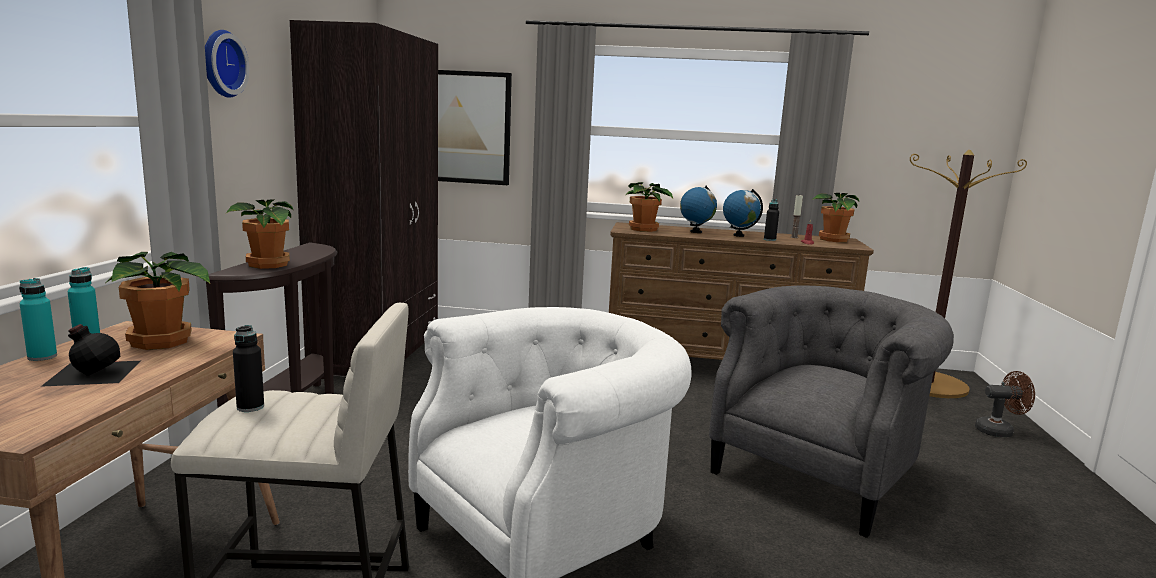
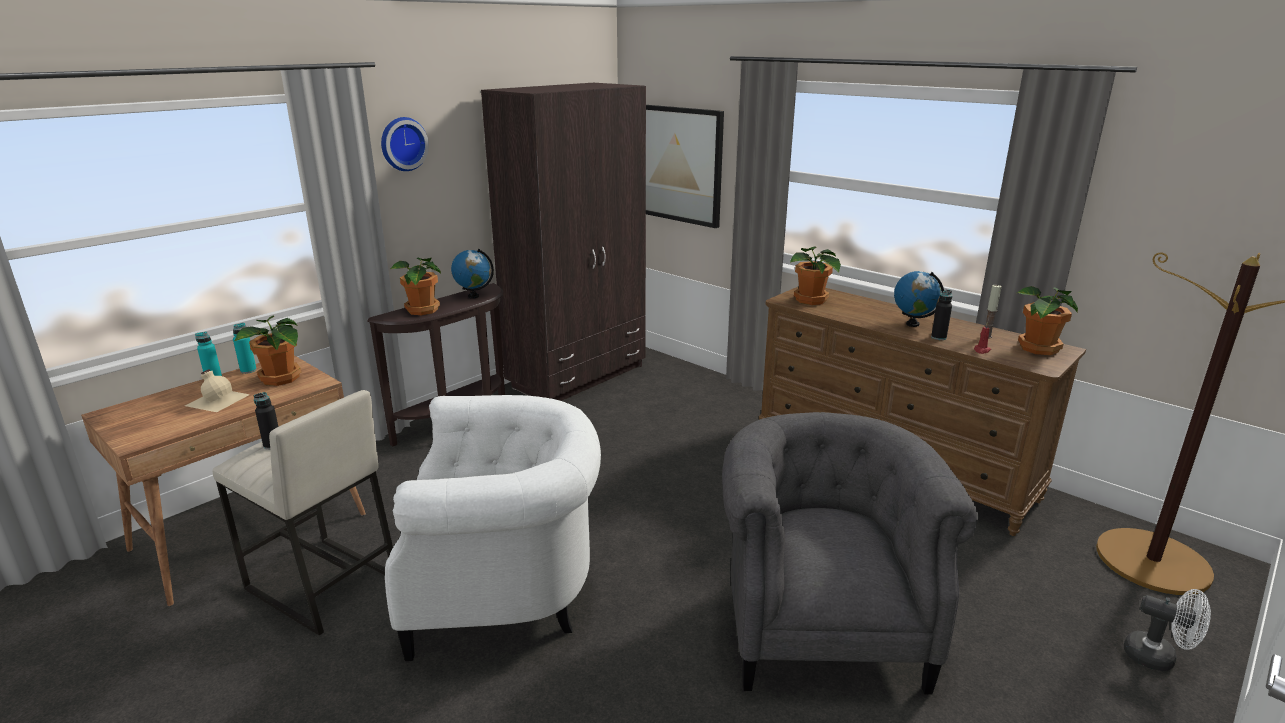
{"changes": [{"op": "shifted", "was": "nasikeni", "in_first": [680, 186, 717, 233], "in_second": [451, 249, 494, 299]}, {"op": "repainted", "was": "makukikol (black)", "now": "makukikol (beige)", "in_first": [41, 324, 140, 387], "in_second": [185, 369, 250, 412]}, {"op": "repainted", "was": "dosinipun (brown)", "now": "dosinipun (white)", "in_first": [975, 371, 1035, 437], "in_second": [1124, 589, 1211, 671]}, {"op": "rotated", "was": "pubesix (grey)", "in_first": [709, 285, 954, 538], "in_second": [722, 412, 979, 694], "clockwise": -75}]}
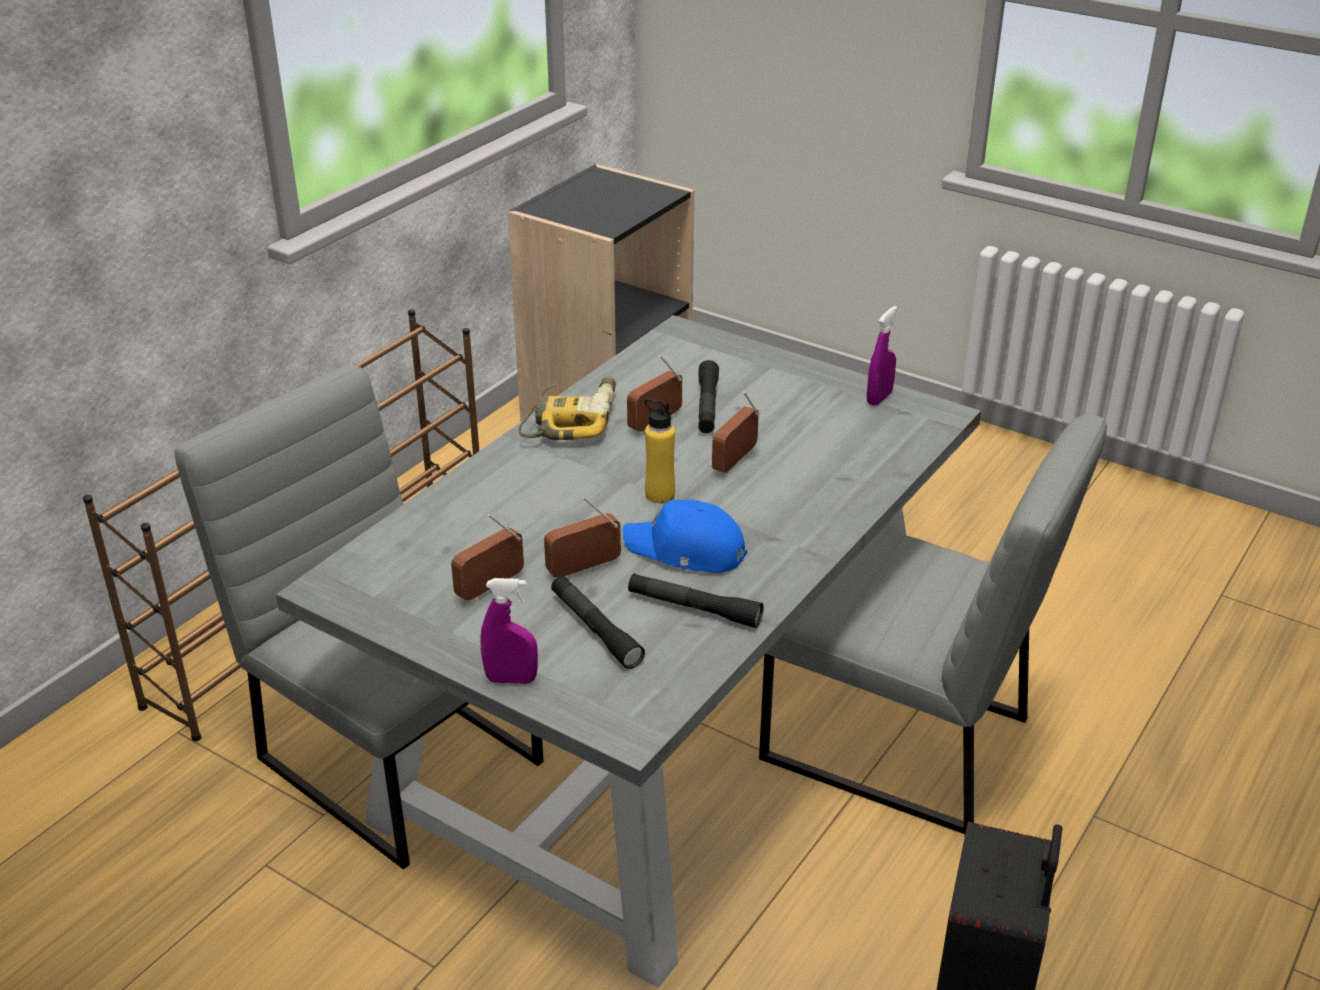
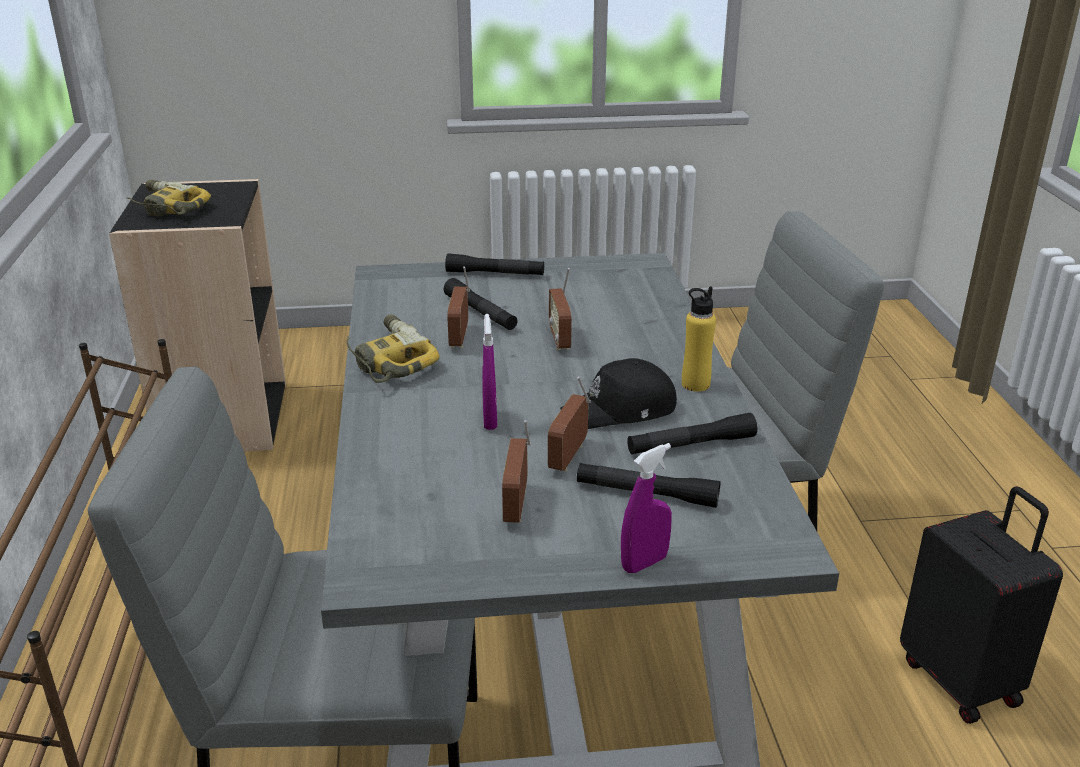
{"changes": [{"op": "new", "now": "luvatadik", "in_second": [127, 180, 211, 217]}, {"op": "new", "now": "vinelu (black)", "in_second": [445, 253, 544, 275]}, {"op": "shifted", "was": "makukikol (yellow)", "in_first": [645, 398, 675, 503], "in_second": [682, 286, 716, 392]}, {"op": "shifted", "was": "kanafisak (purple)", "in_first": [867, 306, 897, 406], "in_second": [482, 314, 497, 430]}, {"op": "repainted", "was": "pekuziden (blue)", "now": "pekuziden (black)", "in_first": [623, 500, 747, 573], "in_second": [560, 358, 677, 429]}]}
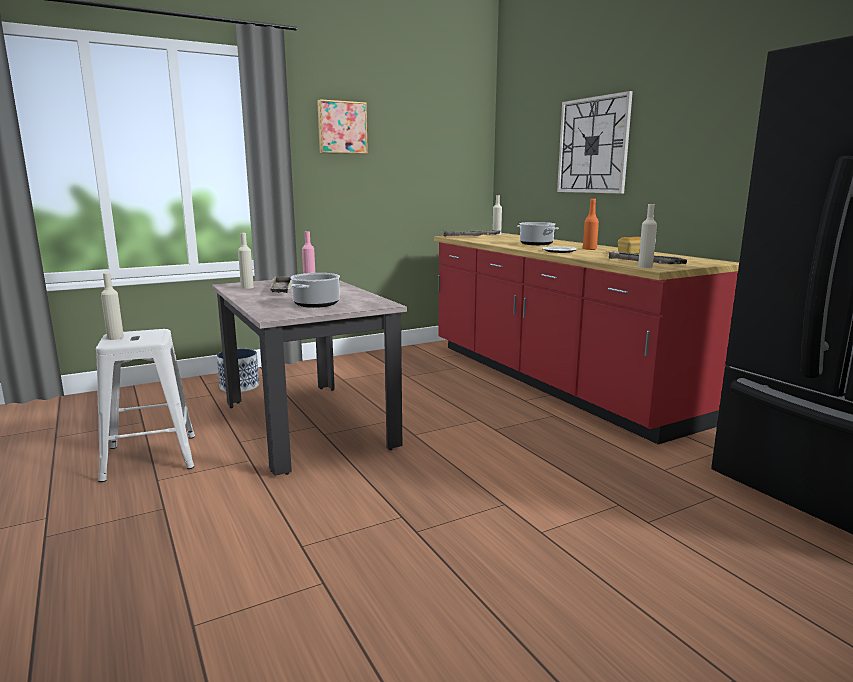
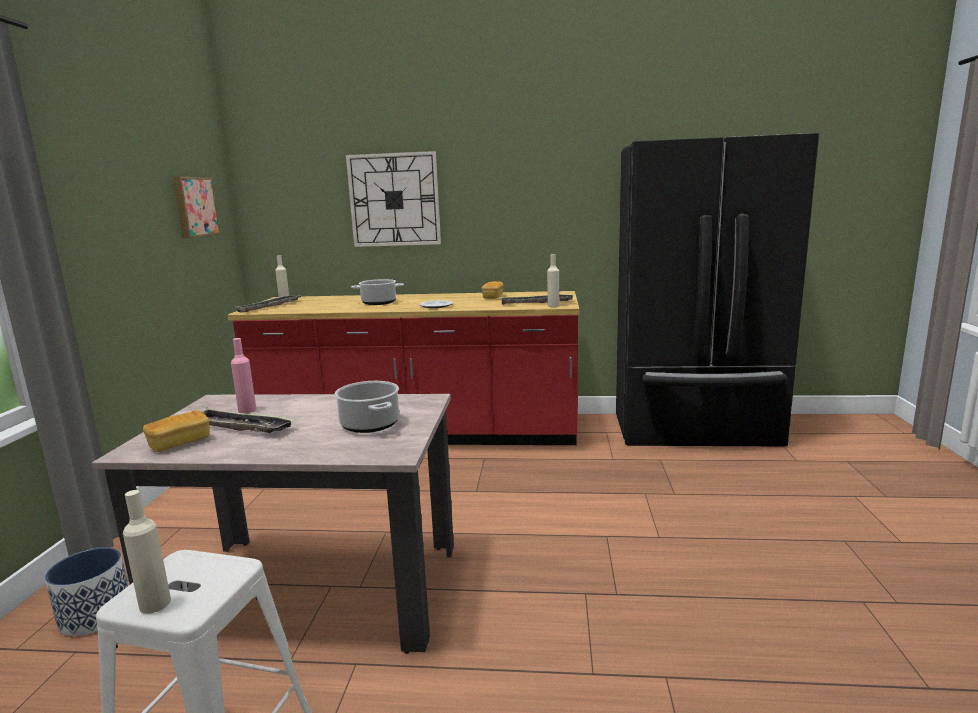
{"changes": [{"op": "gone", "was": "makukikol (orange)", "in_first": [583, 199, 599, 250]}, {"op": "shifted", "was": "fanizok", "in_first": [317, 99, 368, 154], "in_second": [173, 177, 221, 238]}, {"op": "swapped", "was": "makukikol (beige)", "now": "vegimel", "in_first": [238, 233, 254, 289], "in_second": [143, 410, 210, 452]}]}
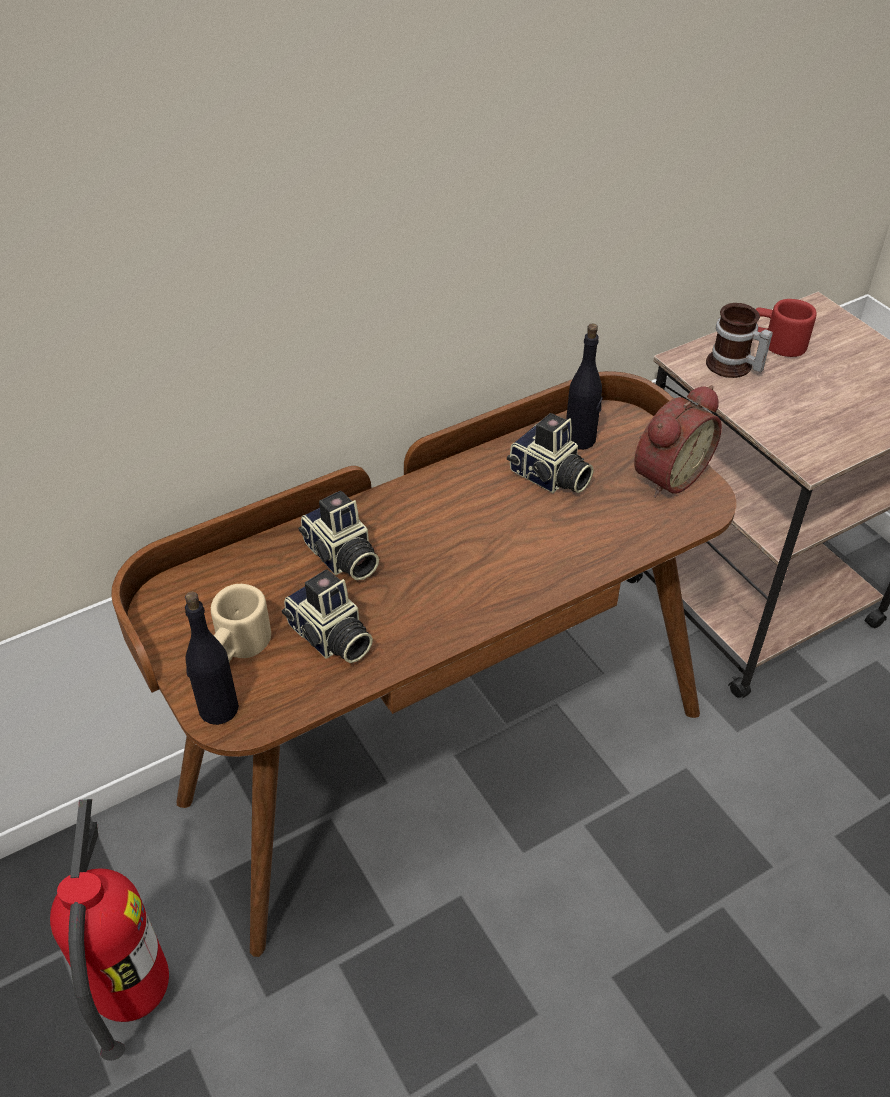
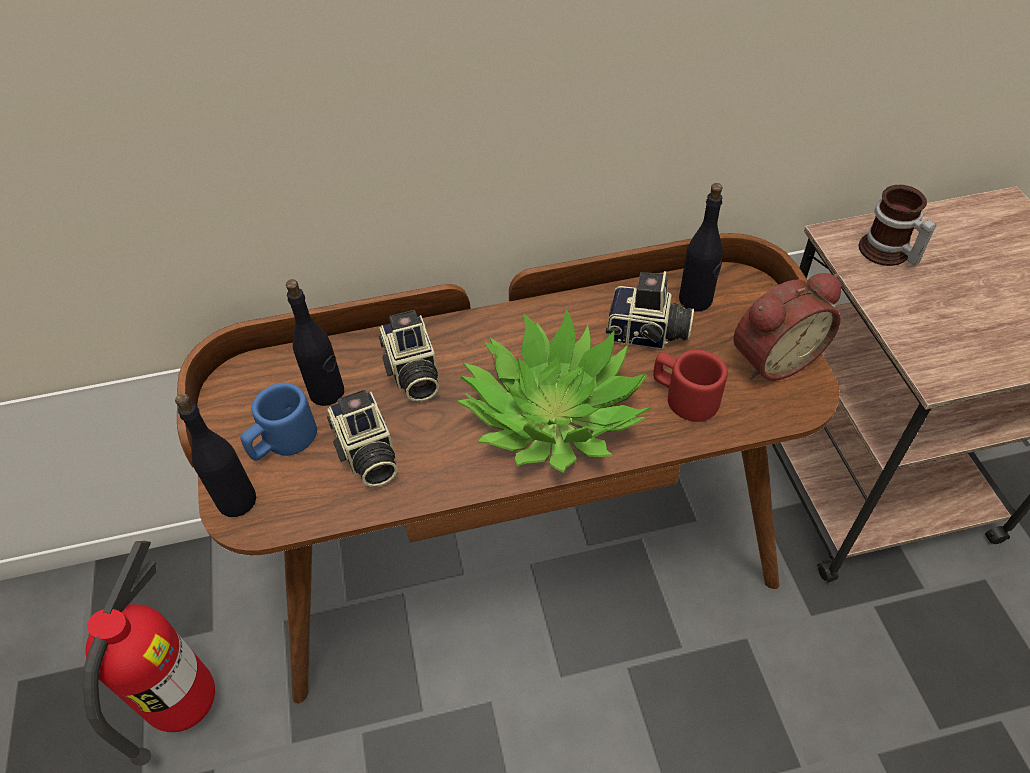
{"changes": [{"op": "new", "now": "makukikol (black)", "in_second": [286, 279, 344, 406]}, {"op": "new", "now": "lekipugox", "in_second": [456, 309, 652, 473]}, {"op": "shifted", "was": "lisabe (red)", "in_first": [756, 299, 817, 357], "in_second": [654, 350, 728, 422]}, {"op": "repainted", "was": "lisabe (beige)", "now": "lisabe (blue)", "in_first": [211, 584, 271, 662], "in_second": [241, 383, 317, 461]}, {"op": "rotated", "was": "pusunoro", "in_first": [507, 413, 594, 493], "in_second": [606, 271, 694, 349], "clockwise": -45}]}
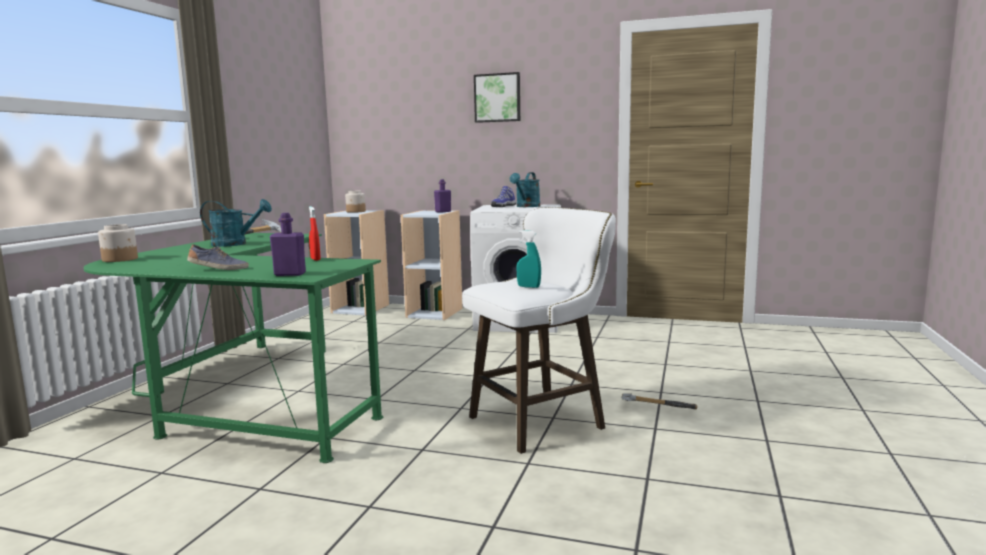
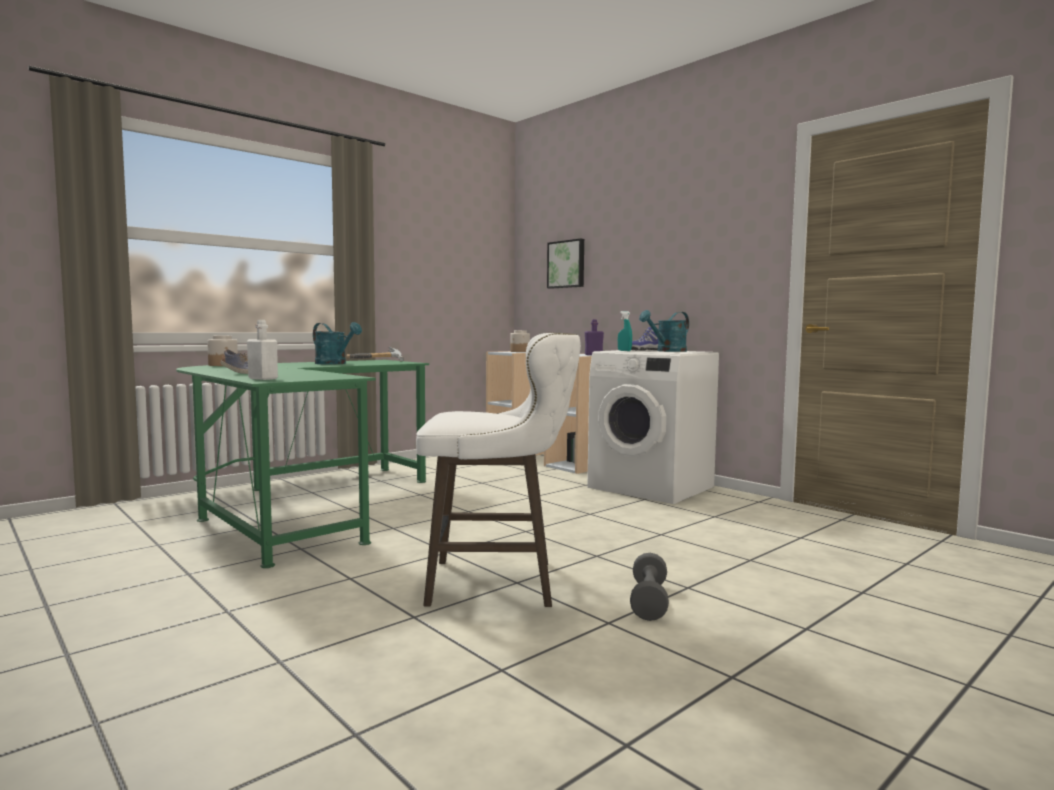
{"changes": [{"op": "gone", "was": "kanafisak (red)", "in_first": [309, 206, 321, 261]}, {"op": "shifted", "was": "fanizok", "in_first": [474, 72, 520, 123], "in_second": [547, 238, 584, 289]}, {"op": "shifted", "was": "kanafisak (turquoise)", "in_first": [516, 230, 541, 288], "in_second": [618, 311, 632, 351]}, {"op": "swapped", "was": "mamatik", "now": "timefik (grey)", "in_first": [622, 393, 697, 409], "in_second": [630, 553, 669, 621]}, {"op": "repainted", "was": "makukikol (purple)", "now": "makukikol (white)", "in_first": [270, 213, 306, 276], "in_second": [247, 320, 278, 380]}]}
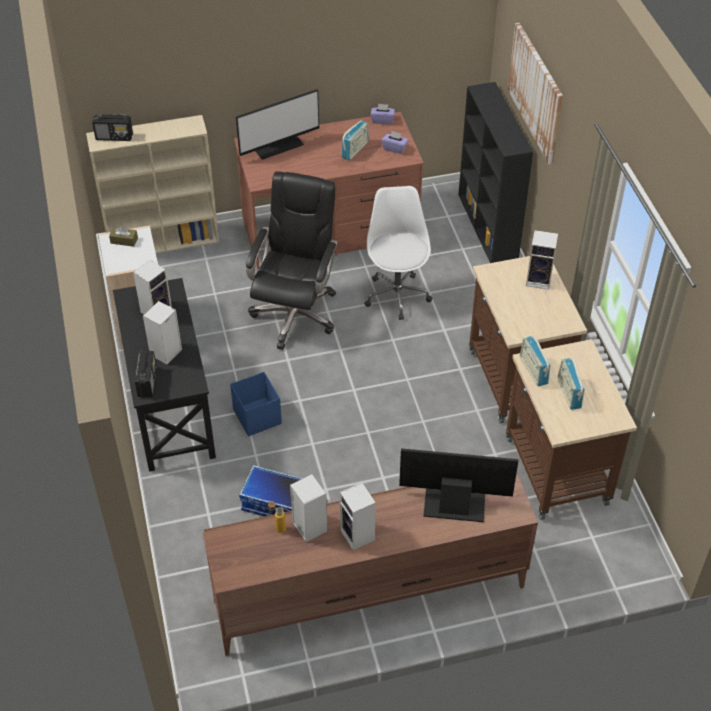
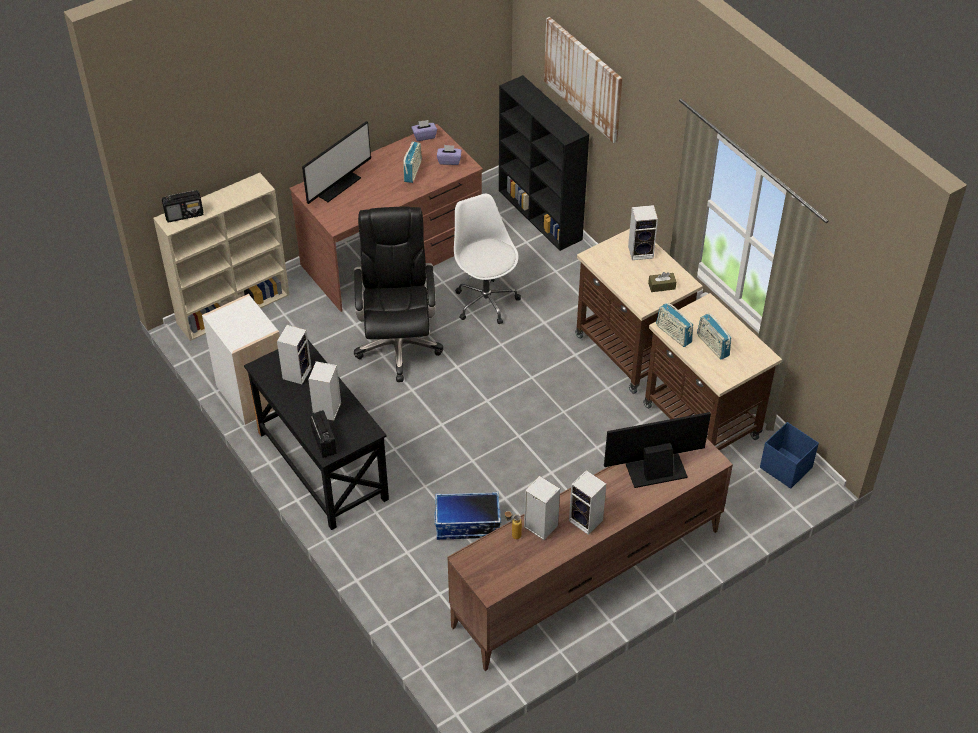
{"changes": [{"op": "shifted", "was": "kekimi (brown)", "in_first": [109, 226, 138, 247], "in_second": [648, 272, 676, 292]}, {"op": "shifted", "was": "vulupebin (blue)", "in_first": [230, 372, 282, 436], "in_second": [760, 422, 819, 489]}]}
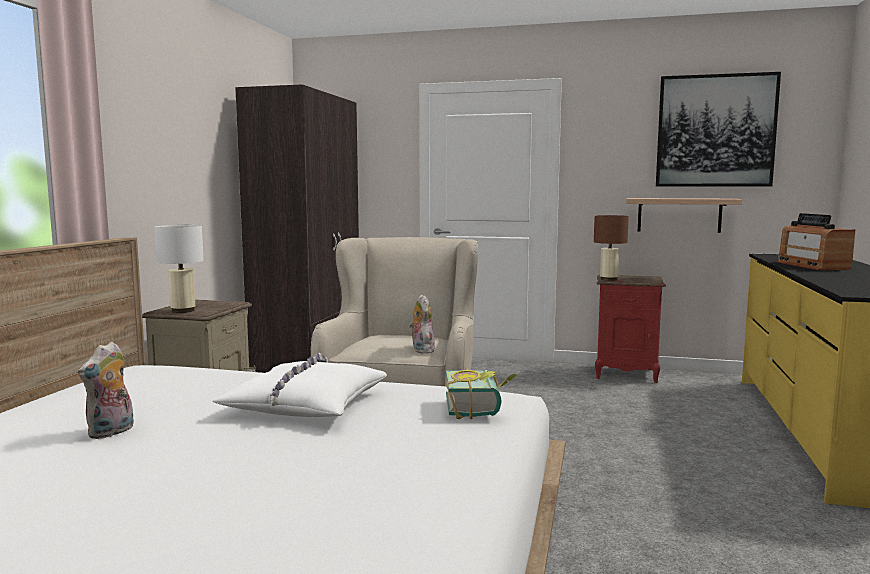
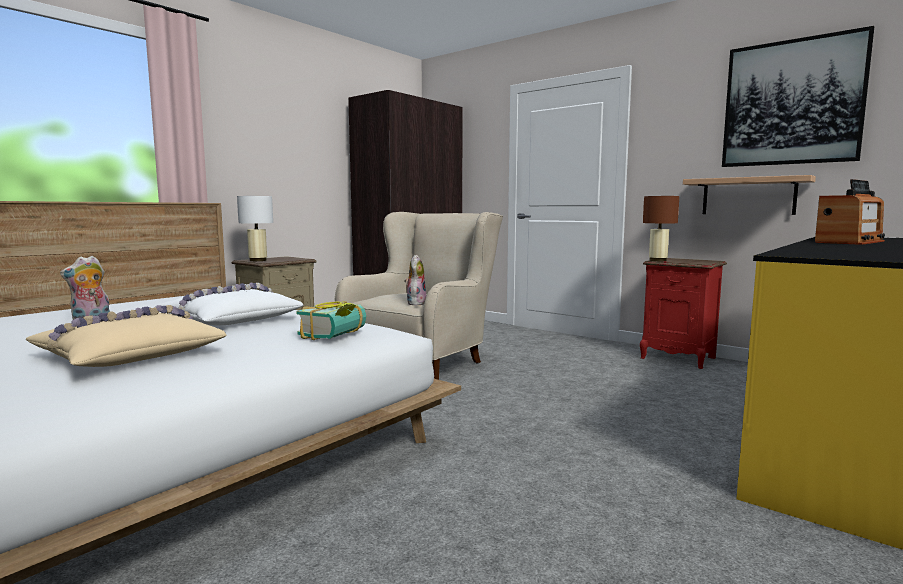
{"changes": [{"op": "new", "now": "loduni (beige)", "in_second": [26, 305, 227, 367]}, {"op": "rotated", "was": "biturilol", "in_first": [777, 213, 855, 270], "in_second": [815, 179, 885, 245], "clockwise": -150}]}
